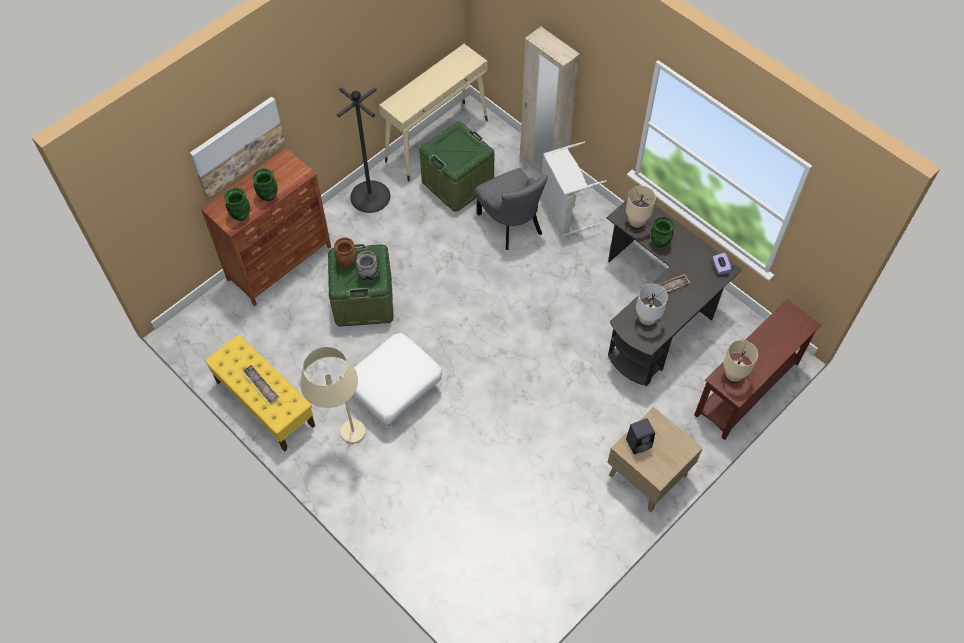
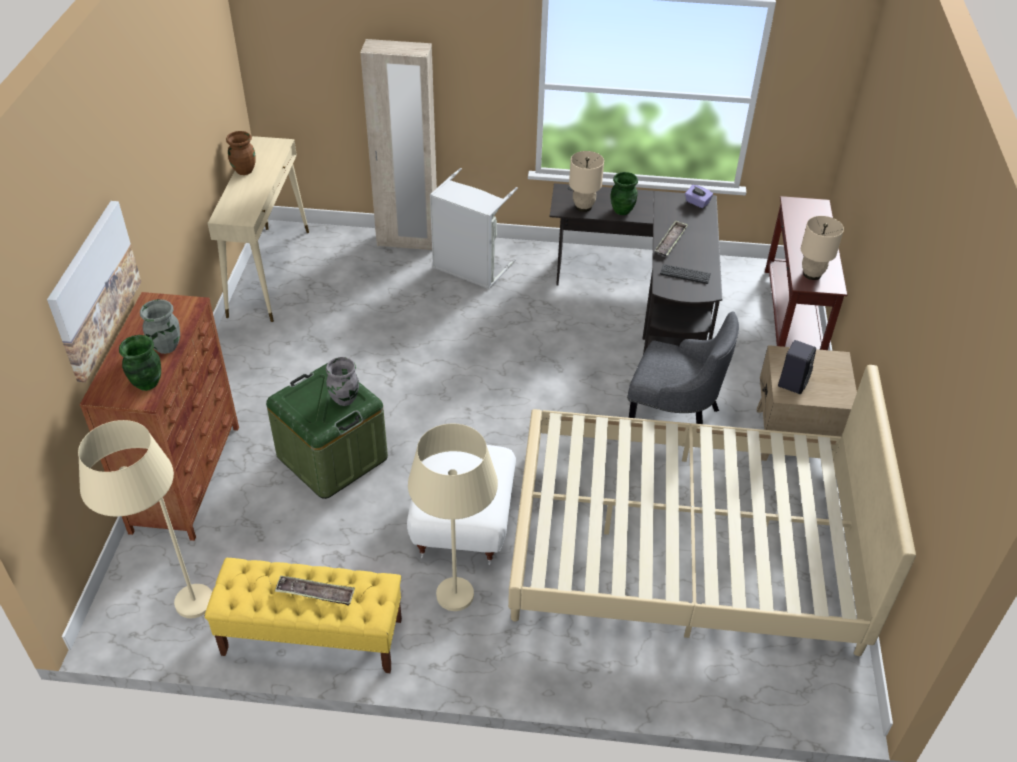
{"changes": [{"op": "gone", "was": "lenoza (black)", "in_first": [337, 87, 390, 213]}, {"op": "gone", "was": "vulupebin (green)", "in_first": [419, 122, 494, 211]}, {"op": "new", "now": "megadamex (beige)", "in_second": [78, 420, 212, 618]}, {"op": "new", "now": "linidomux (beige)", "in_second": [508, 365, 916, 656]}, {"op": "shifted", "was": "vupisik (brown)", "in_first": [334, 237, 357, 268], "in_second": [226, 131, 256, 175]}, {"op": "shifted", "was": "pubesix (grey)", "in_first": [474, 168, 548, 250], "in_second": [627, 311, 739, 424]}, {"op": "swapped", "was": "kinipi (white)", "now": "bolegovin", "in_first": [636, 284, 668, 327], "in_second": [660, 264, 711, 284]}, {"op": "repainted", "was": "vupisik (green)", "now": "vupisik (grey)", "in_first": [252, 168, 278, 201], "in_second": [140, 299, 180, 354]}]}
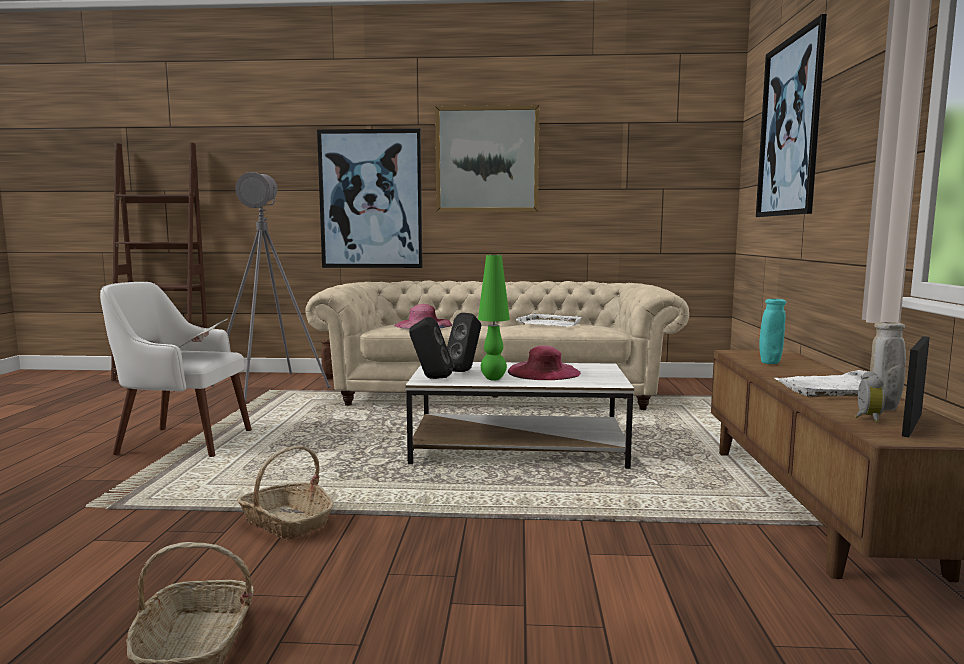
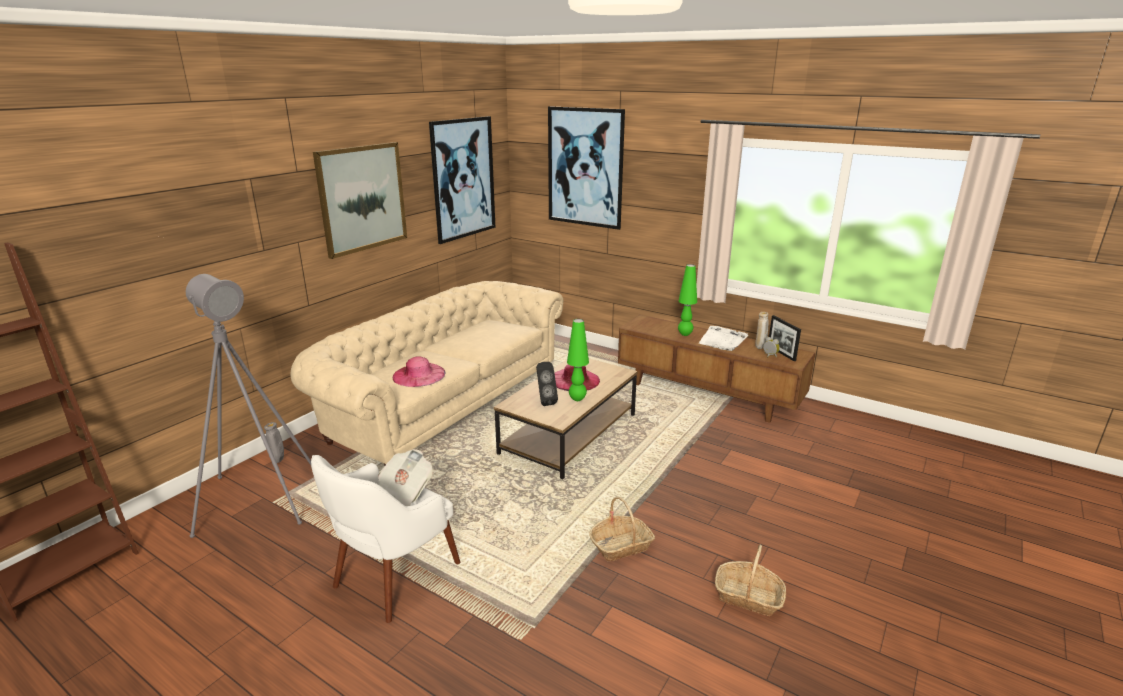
{"changes": [{"op": "gone", "was": "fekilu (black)", "in_first": [409, 317, 453, 379]}, {"op": "gone", "was": "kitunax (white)", "in_first": [516, 313, 582, 327]}, {"op": "gone", "was": "vupisik (turquoise)", "in_first": [760, 299, 787, 364]}, {"op": "new", "now": "kinipi (green)", "in_second": [678, 264, 697, 336]}, {"op": "shifted", "was": "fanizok", "in_first": [317, 128, 423, 268], "in_second": [429, 116, 495, 244]}, {"op": "repainted", "was": "vupisik (brown)", "now": "vupisik (grey)", "in_first": [321, 340, 333, 379], "in_second": [264, 422, 284, 463]}, {"op": "repainted", "was": "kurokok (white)", "now": "kurokok (brown)", "in_first": [405, 362, 634, 469], "in_second": [494, 358, 637, 479]}]}
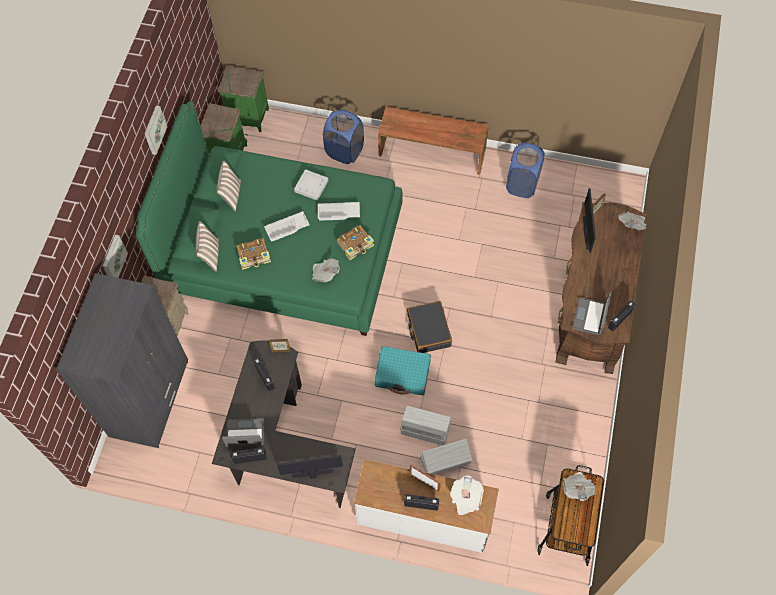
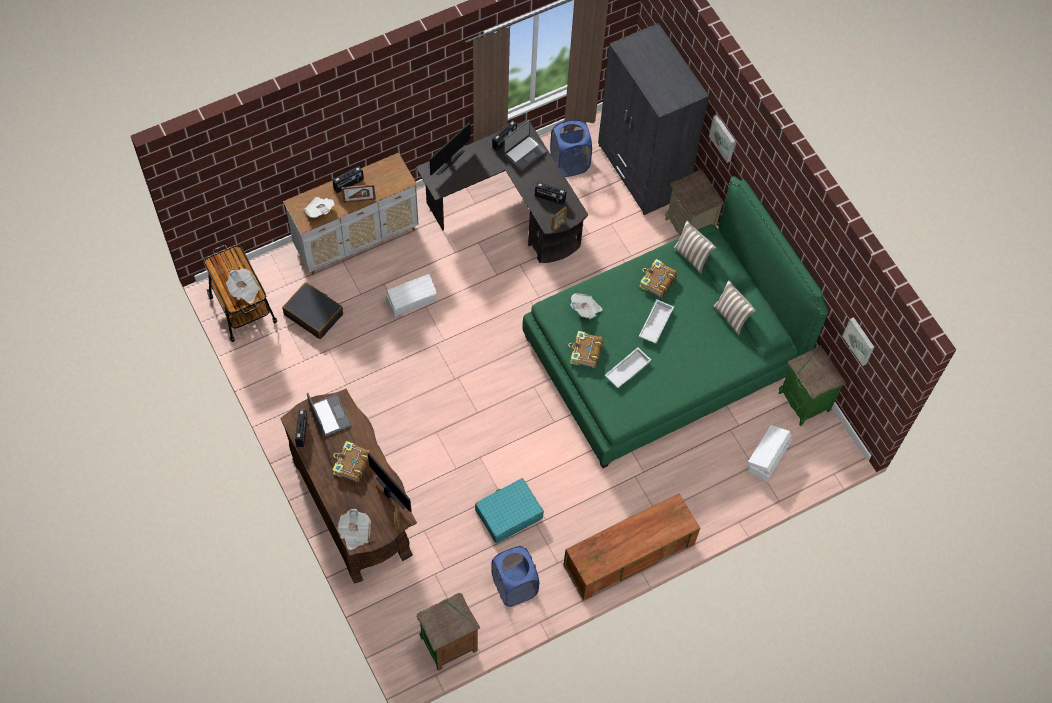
{"changes": [{"op": "gone", "was": "kitunax (grey)", "in_first": [294, 169, 328, 201]}, {"op": "new", "now": "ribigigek", "in_second": [332, 441, 372, 483]}, {"op": "shifted", "was": "fanizok", "in_first": [144, 105, 167, 155], "in_second": [842, 317, 875, 366]}, {"op": "shifted", "was": "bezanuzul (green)", "in_first": [217, 66, 269, 132], "in_second": [416, 593, 480, 671]}, {"op": "shifted", "was": "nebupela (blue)", "in_first": [323, 110, 364, 164], "in_second": [550, 119, 592, 177]}, {"op": "shifted", "was": "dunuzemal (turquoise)", "in_first": [374, 346, 431, 395], "in_second": [475, 478, 544, 543]}, {"op": "shifted", "was": "dunuzemal (black)", "in_first": [407, 301, 452, 353], "in_second": [282, 282, 343, 339]}, {"op": "shifted", "was": "vulupebin (white)", "in_first": [421, 439, 472, 475], "in_second": [748, 425, 792, 482]}]}
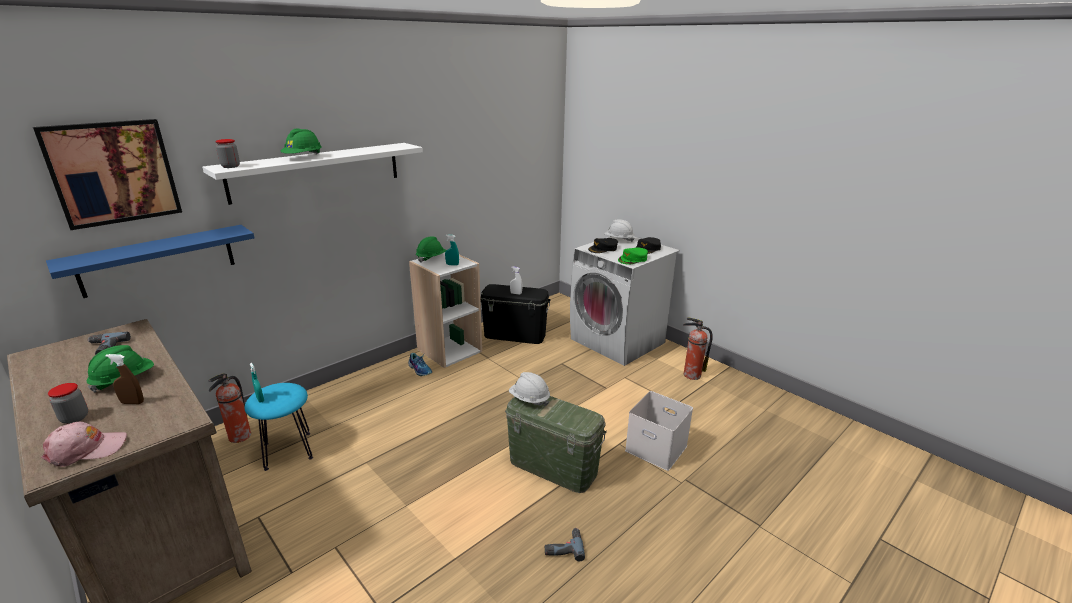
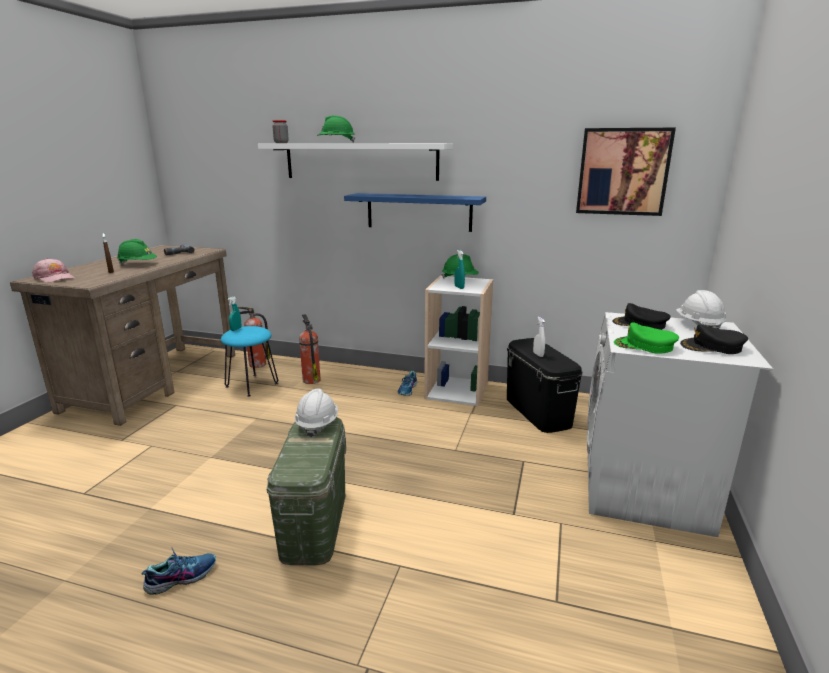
{"changes": [{"op": "gone", "was": "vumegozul", "in_first": [48, 383, 88, 424]}, {"op": "gone", "was": "vulupebin (white)", "in_first": [625, 391, 693, 471]}, {"op": "shifted", "was": "fanizok", "in_first": [33, 119, 182, 230], "in_second": [576, 128, 676, 216]}, {"op": "shifted", "was": "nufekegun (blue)", "in_first": [46, 225, 254, 298], "in_second": [344, 193, 486, 232]}, {"op": "shifted", "was": "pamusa", "in_first": [683, 317, 713, 380], "in_second": [299, 314, 321, 384]}, {"op": "swapped", "was": "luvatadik", "now": "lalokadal", "in_first": [545, 528, 585, 562], "in_second": [142, 547, 216, 595]}]}
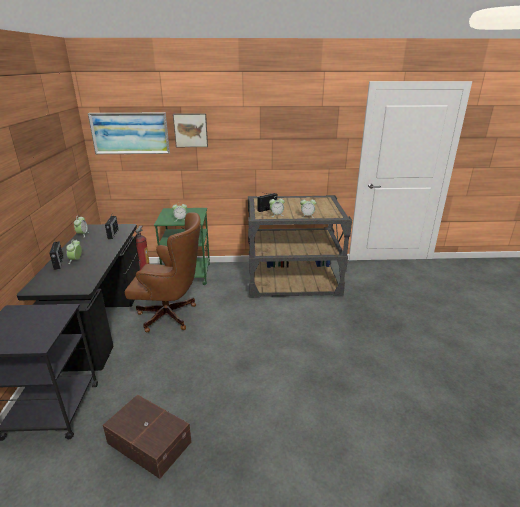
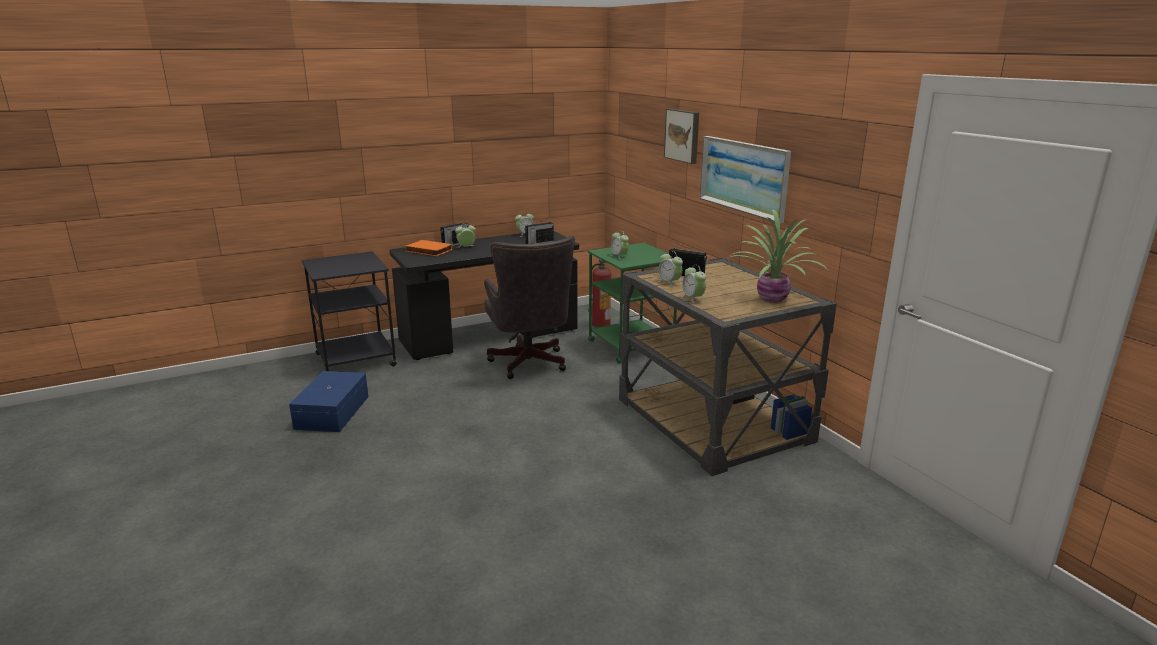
{"changes": [{"op": "new", "now": "ribigigek (orange)", "in_second": [406, 240, 452, 256]}, {"op": "new", "now": "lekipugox", "in_second": [728, 210, 828, 303]}, {"op": "shifted", "was": "fanizok", "in_first": [88, 113, 170, 154], "in_second": [700, 136, 791, 223]}, {"op": "repainted", "was": "vulupebin (brown)", "now": "vulupebin (blue)", "in_first": [103, 395, 192, 479], "in_second": [289, 371, 369, 432]}, {"op": "repainted", "was": "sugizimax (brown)", "now": "sugizimax (grey)", "in_first": [125, 212, 201, 332], "in_second": [484, 235, 575, 379]}]}
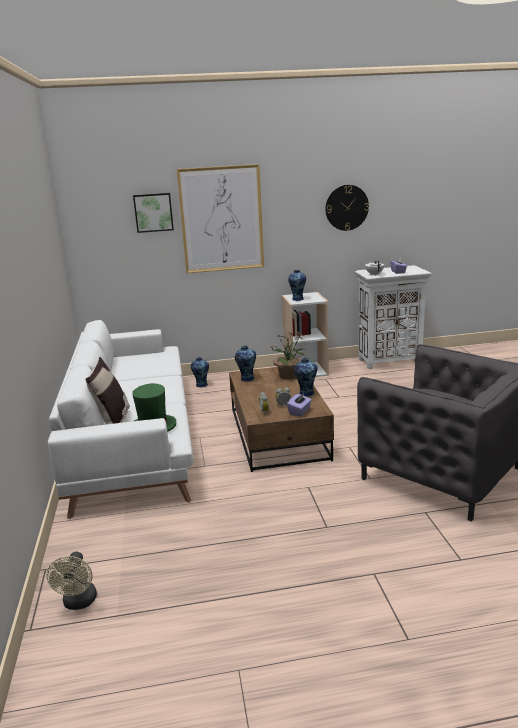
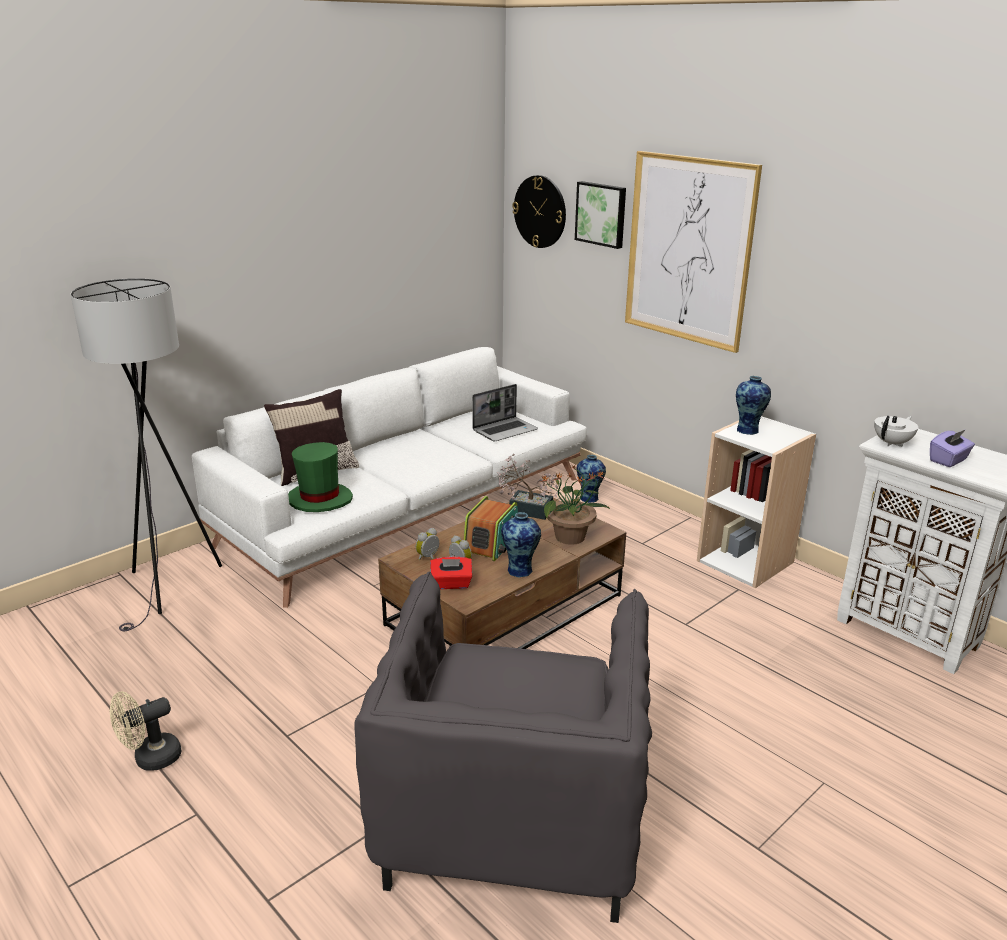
{"changes": [{"op": "new", "now": "megadamex (grey)", "in_second": [71, 278, 222, 631]}, {"op": "new", "now": "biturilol", "in_second": [463, 496, 518, 561]}, {"op": "new", "now": "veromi", "in_second": [472, 384, 538, 441]}, {"op": "shifted", "was": "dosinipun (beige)", "in_first": [46, 552, 97, 610], "in_second": [110, 691, 181, 771]}, {"op": "shifted", "was": "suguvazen", "in_first": [325, 185, 369, 231], "in_second": [512, 175, 566, 248]}, {"op": "swapped", "was": "vupisik", "now": "lekipugox", "in_first": [235, 345, 256, 382], "in_second": [497, 454, 560, 520]}, {"op": "repainted", "was": "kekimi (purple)", "now": "kekimi (red)", "in_first": [287, 392, 312, 416], "in_second": [430, 557, 472, 589]}]}
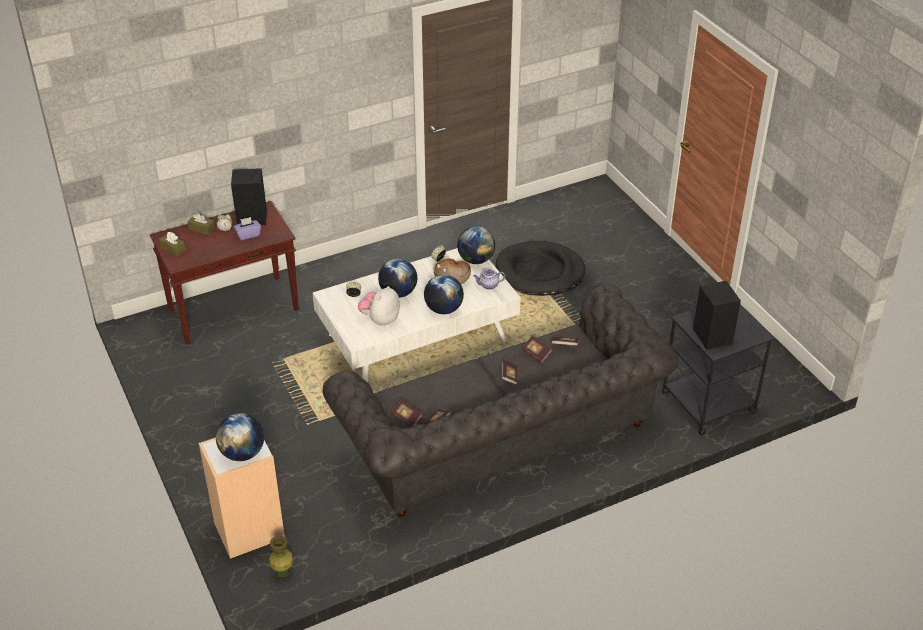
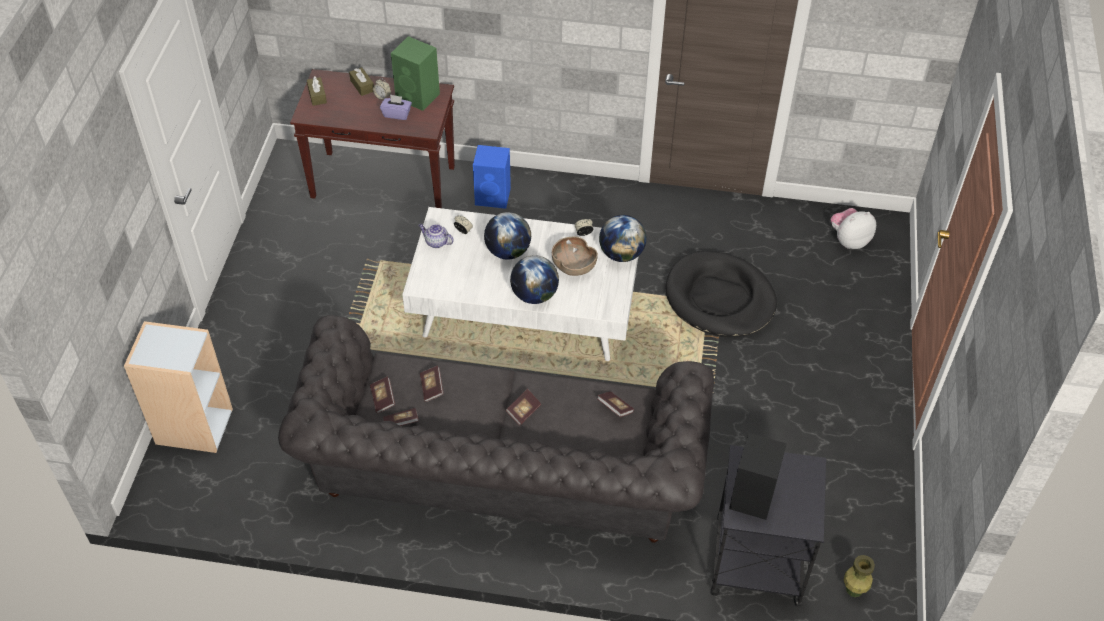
{"changes": [{"op": "gone", "was": "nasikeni", "in_first": [216, 413, 264, 461]}, {"op": "new", "now": "fekilu (blue)", "in_second": [473, 145, 511, 209]}, {"op": "shifted", "was": "vupisik (green)", "in_first": [269, 536, 294, 577], "in_second": [844, 555, 875, 597]}, {"op": "shifted", "was": "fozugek", "in_first": [358, 286, 400, 326], "in_second": [831, 208, 876, 249]}, {"op": "shifted", "was": "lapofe", "in_first": [474, 269, 505, 290], "in_second": [419, 224, 454, 248]}, {"op": "shifted", "was": "ribigigek", "in_first": [522, 335, 552, 363], "in_second": [420, 366, 444, 402]}, {"op": "repainted", "was": "fekilu (black)", "now": "fekilu (green)", "in_first": [231, 168, 267, 225], "in_second": [391, 36, 440, 111]}]}
